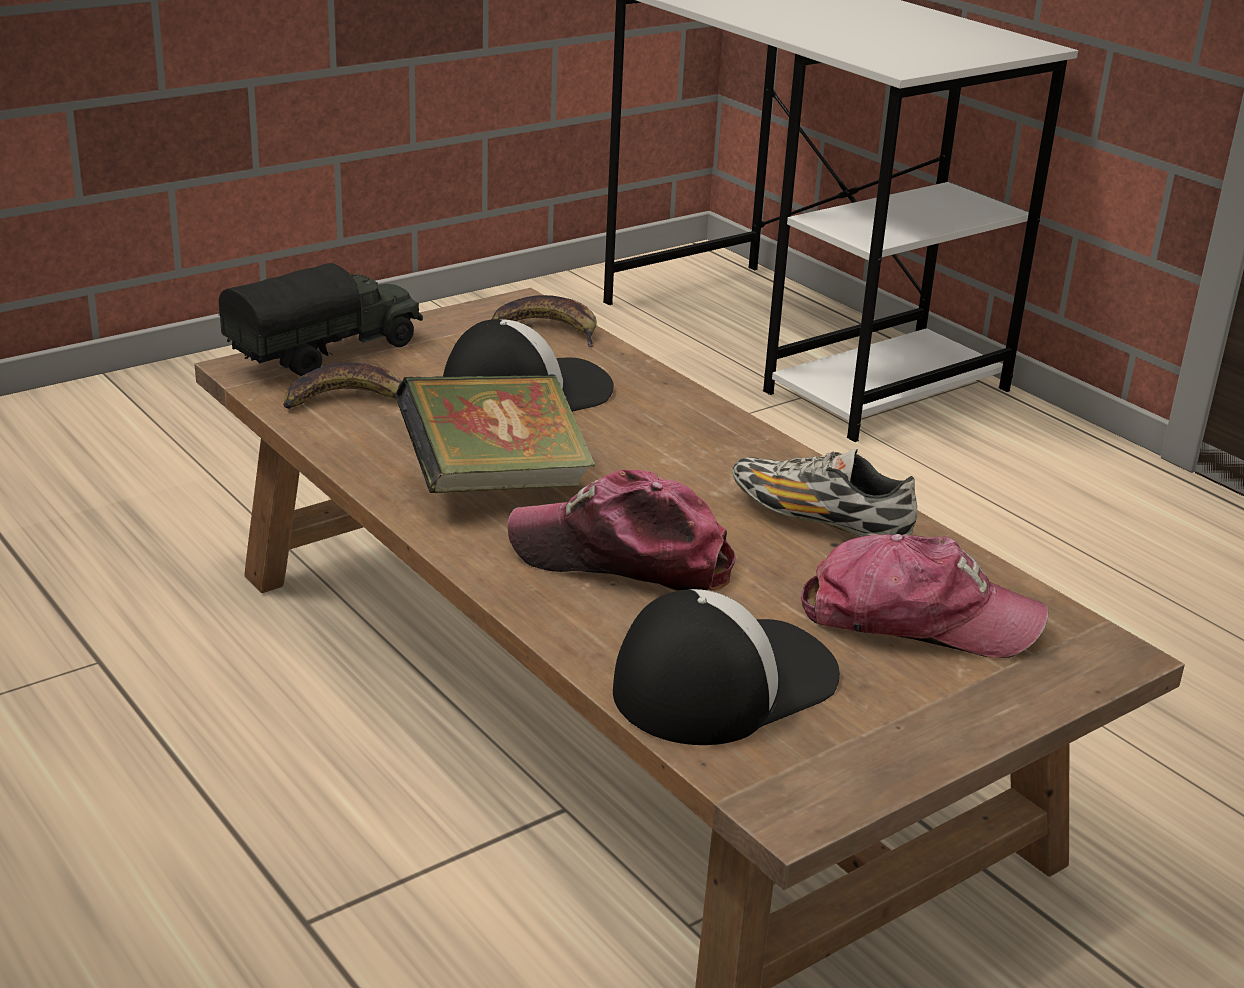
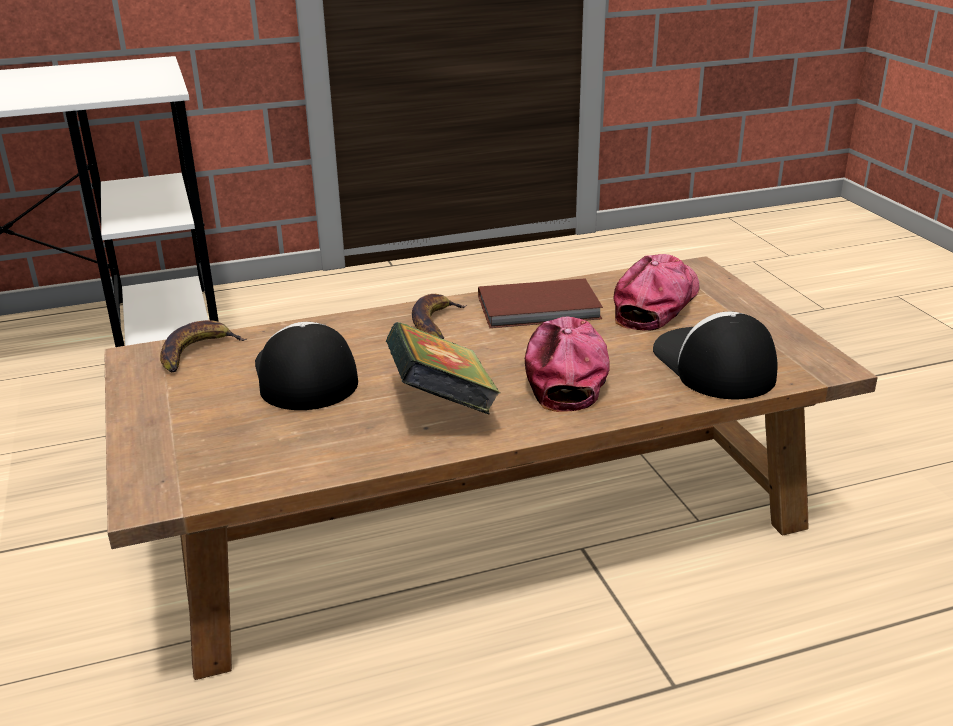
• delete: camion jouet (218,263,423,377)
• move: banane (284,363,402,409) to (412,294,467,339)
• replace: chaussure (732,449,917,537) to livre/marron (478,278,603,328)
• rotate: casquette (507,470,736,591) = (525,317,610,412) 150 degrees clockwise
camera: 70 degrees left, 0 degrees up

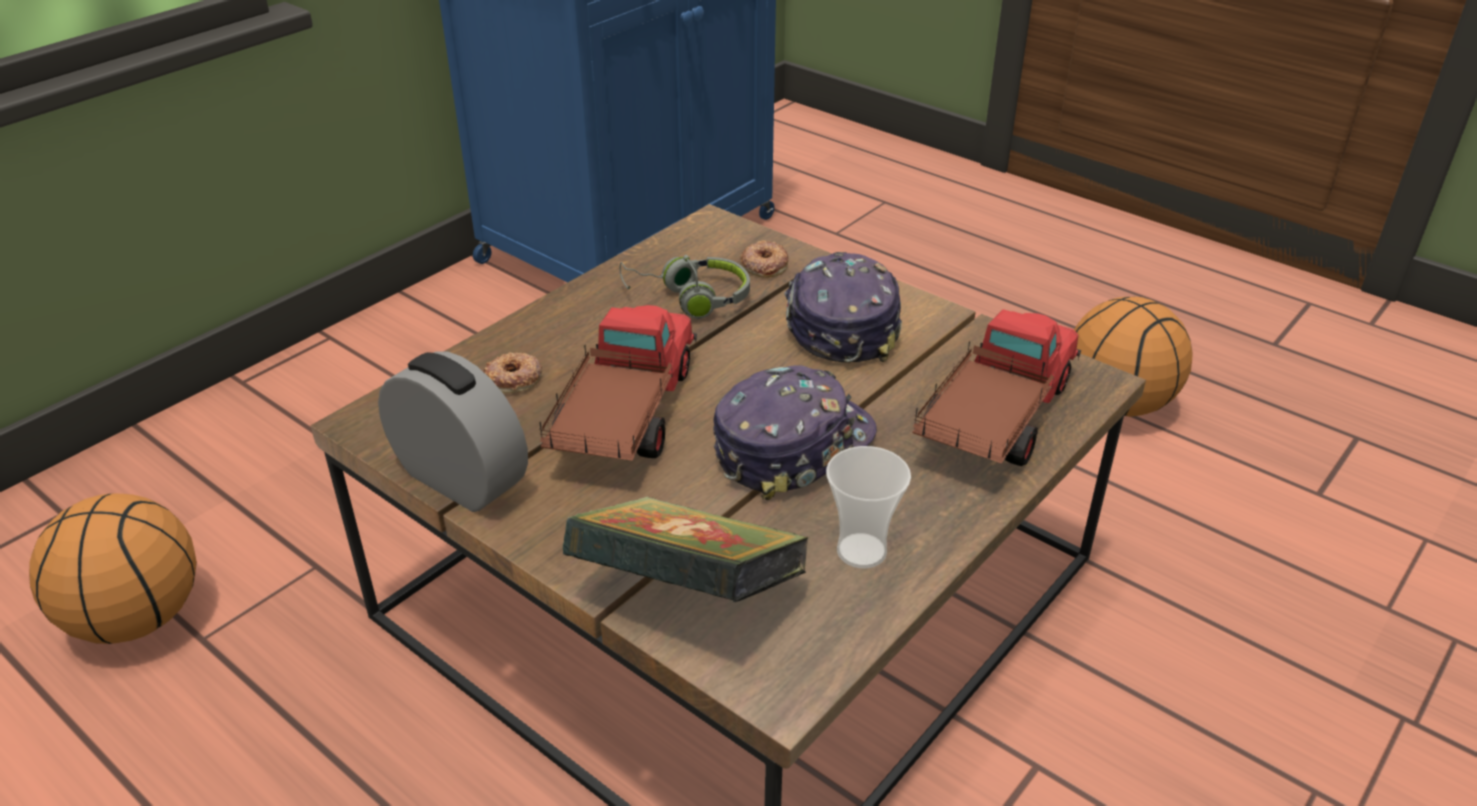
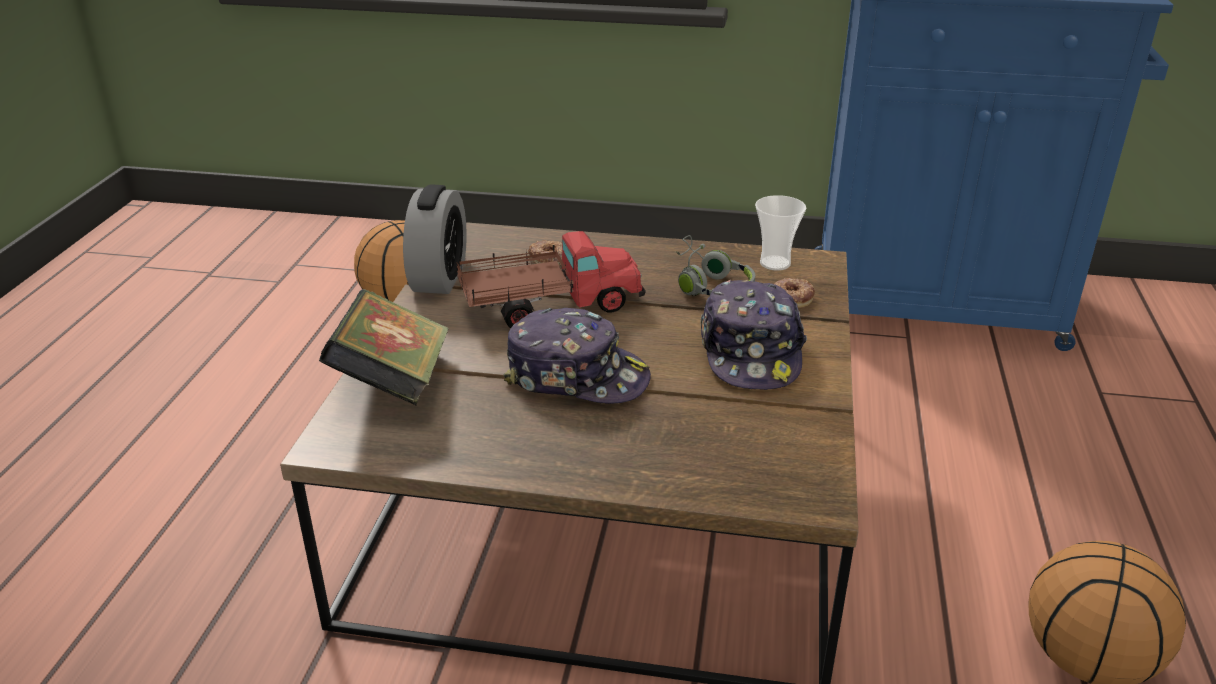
• delete: camion jouet (912,309,1081,466)
• move: tasse (826,446,911,568) to (755,195,806,271)
• rotate: casquette (784,252,902,363) = (700,280,807,390) 120 degrees clockwise
camera: 60 degrees right, 5 degrees down

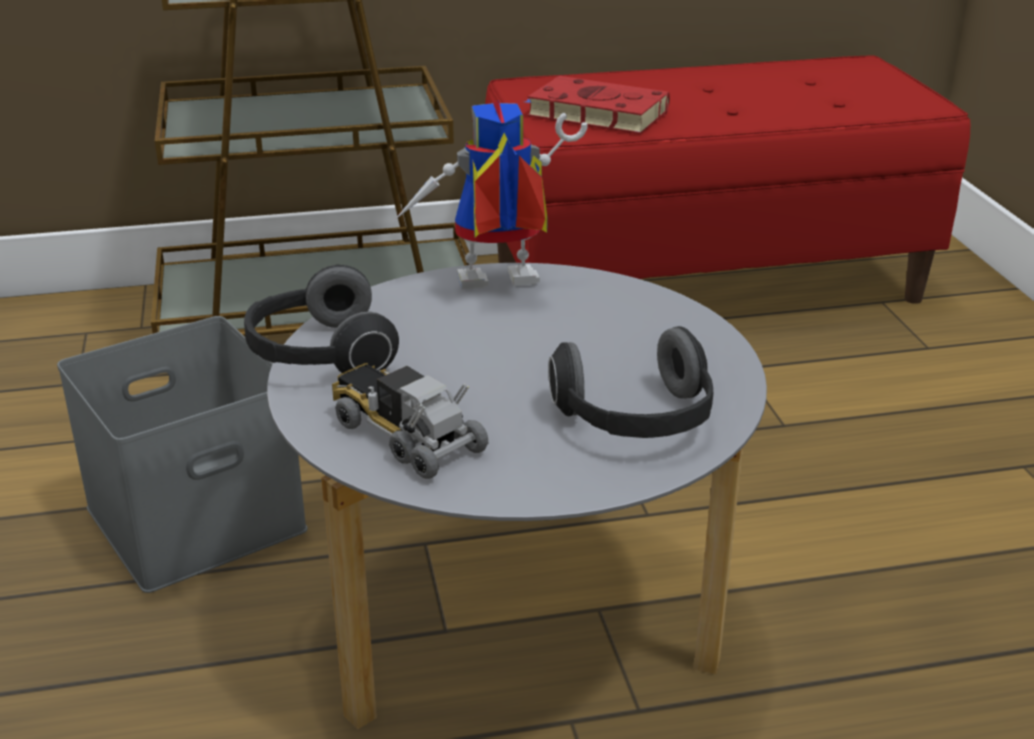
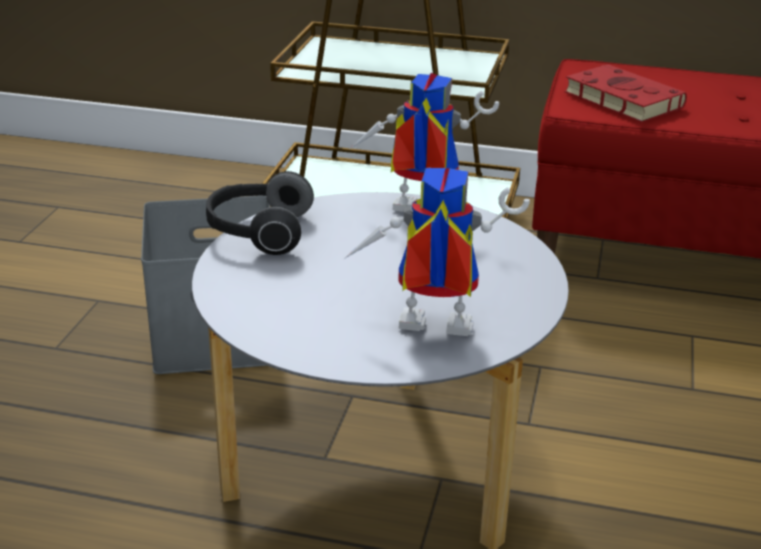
• delete: camion jouet (332,363,488,479)
• replace: casque audio (548,326,713,438) to robot jouet (344,168,530,336)
camera: 25 degrees right, 0 degrees up

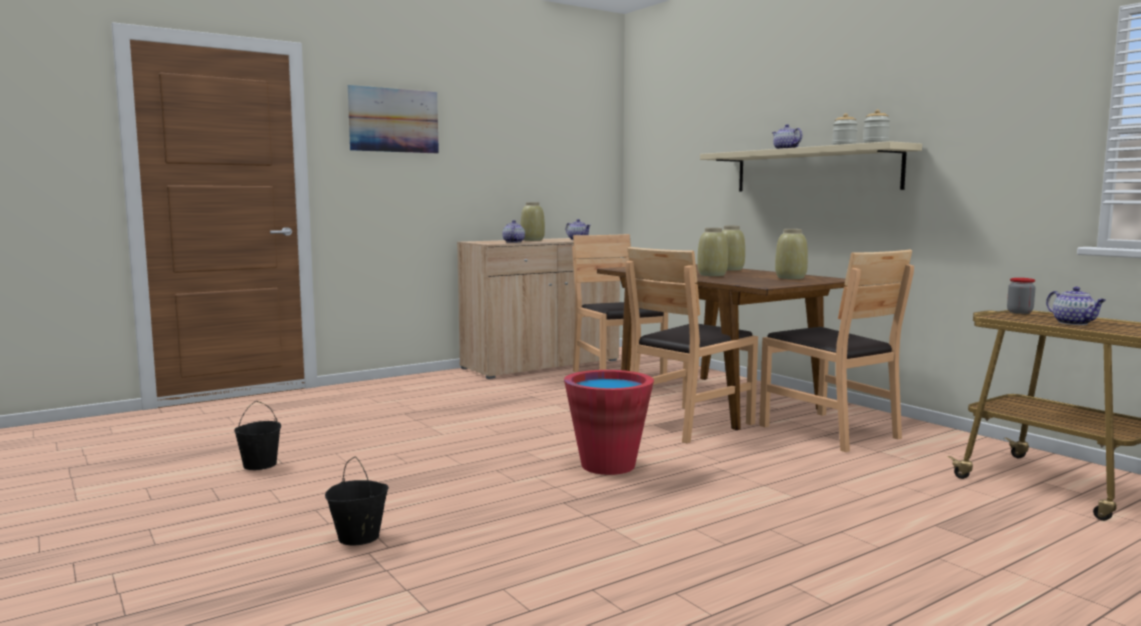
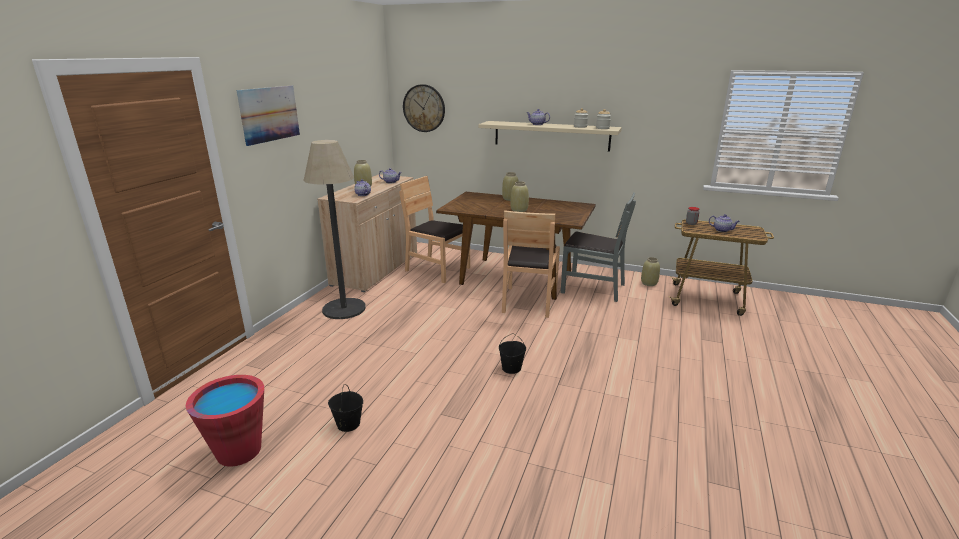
• insert: lampadaire (303,140,366,319)
• insert: horloge murale (403,84,445,132)
• move: seau/noir (325,457,389,546) to (499,334,526,374)
• move: seau/rouge (564,370,654,475) to (186,375,264,467)
• move: vase/beige (775,229,808,279) to (641,257,660,286)
• recolor: chaise/marron (759,250,914,452) to chaise/gris (560,192,636,302)
camera: 35 degrees left, 15 degrees up

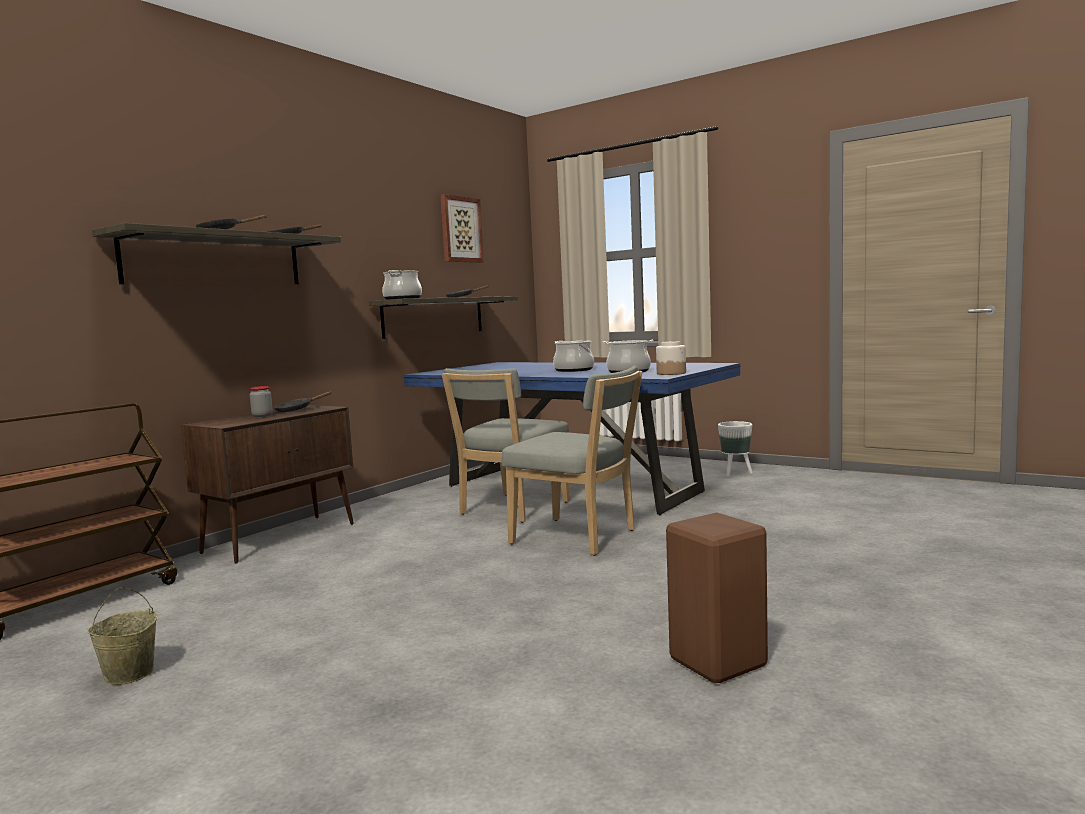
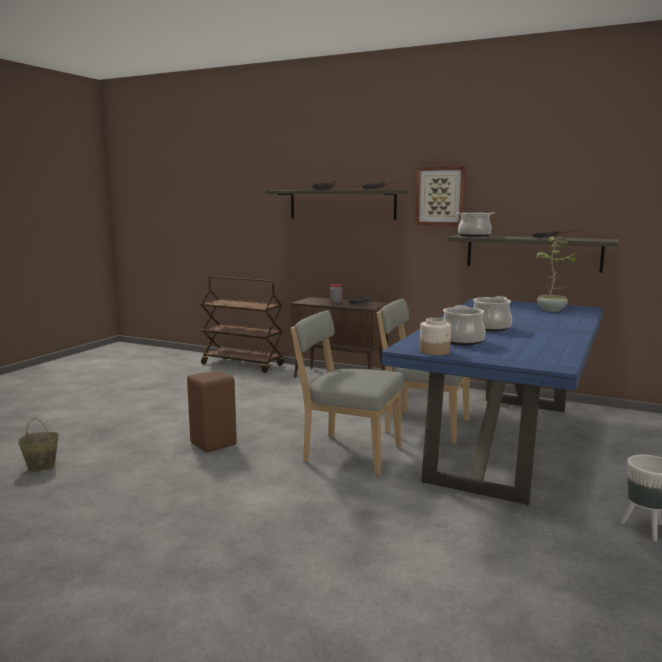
• insert: plante en pot (536,237,580,312)
• move: seau/beige (87,587,157,685) to (18,418,59,472)
• move: tableau (440,194,484,263) to (415,166,466,226)
• move: tabouret/marron (666,512,768,683) to (187,370,237,452)
• rotate: chaise/gris (502,366,642,556) = (290,310,404,476) 90 degrees clockwise
camera: 80 degrees right, 5 degrees up

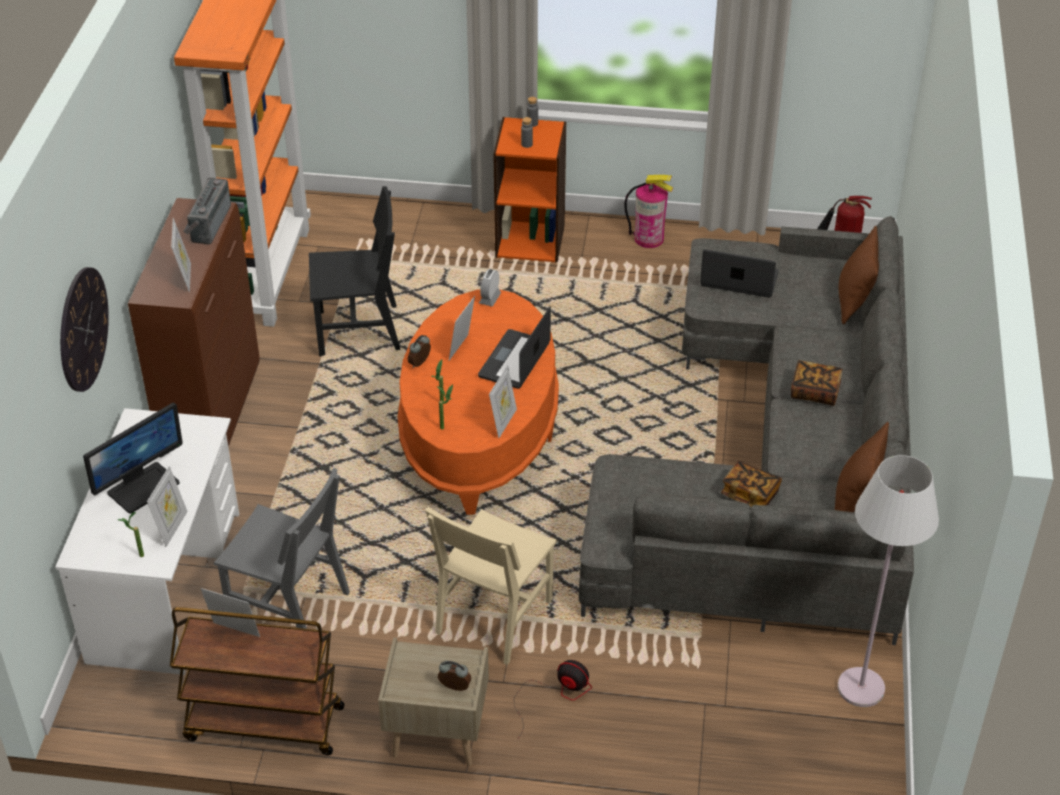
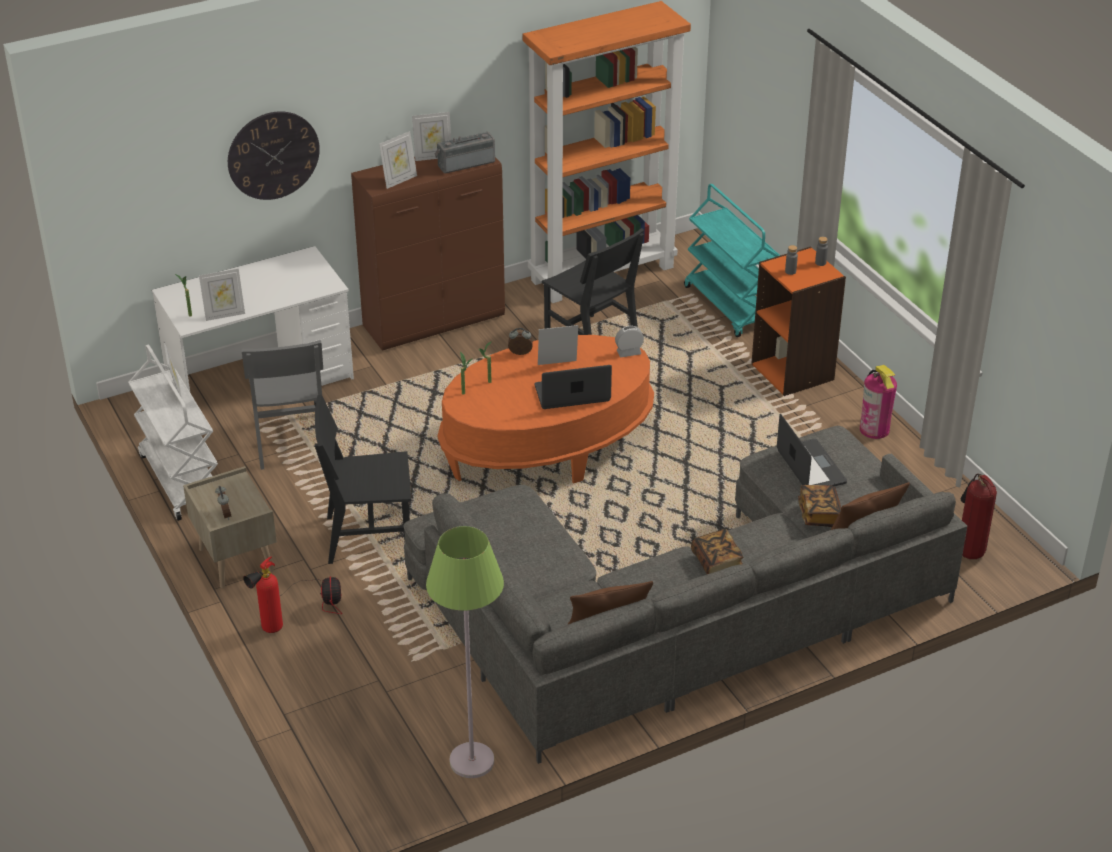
• delete: écran d'ordinateur (83,402,183,514)
• insert: extincteur (243,556,283,633)
• insert: chariot/turquoise (684,184,780,337)
• move: cadre photo (489,365,517,439) to (412,112,451,161)
• move: livre (721,461,782,508) to (798,485,841,527)
• recolor: chariot/marron (170,607,345,755) to chariot/blanc (128,344,218,521)
• recolor: chaise/beige (425,507,557,665) to chaise/noir (314,395,411,564)
• recolor: lampadaire/blanc (837,455,939,707) to lampadaire/vert (426,526,504,778)
camera: 55 degrees right, 5 degrees down

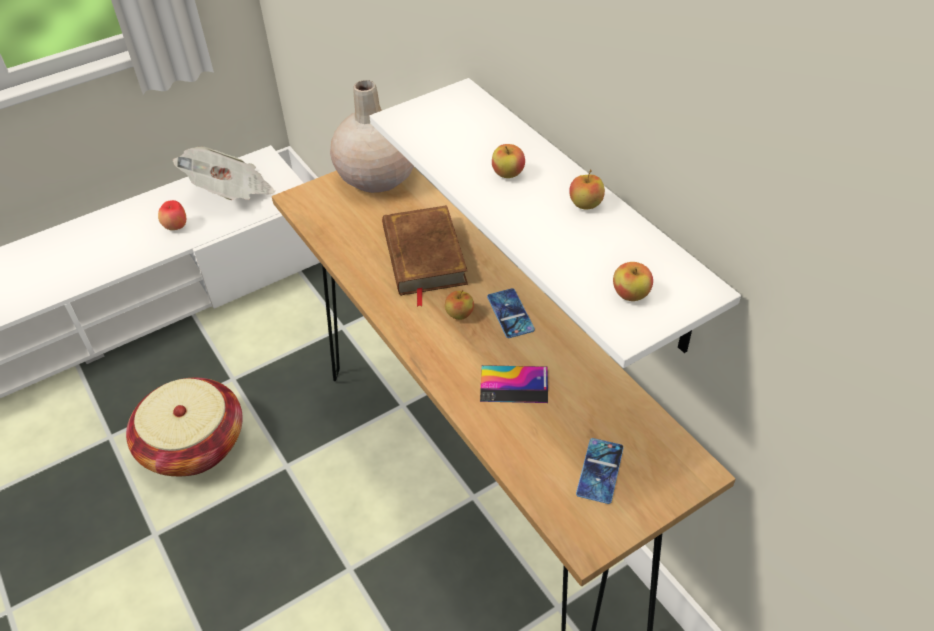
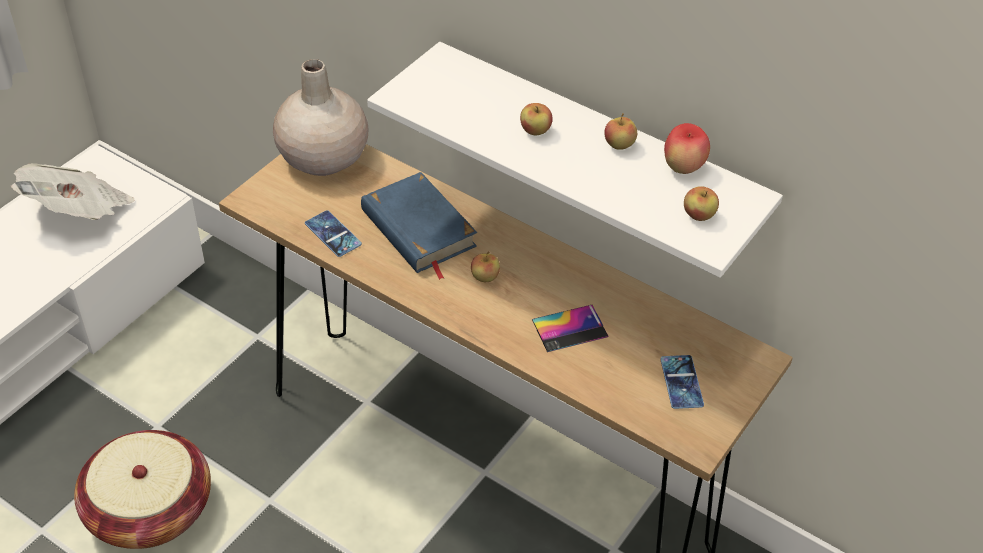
• move: pomme (158,200,186,230) to (664,123,710,174)
• move: téléphone (487,288,535,338) to (305,210,362,257)
• recolor: livre/marron (382,205,468,307) to livre/bleu (361,172,477,280)
camera: 25 degrees left, 0 degrees up

